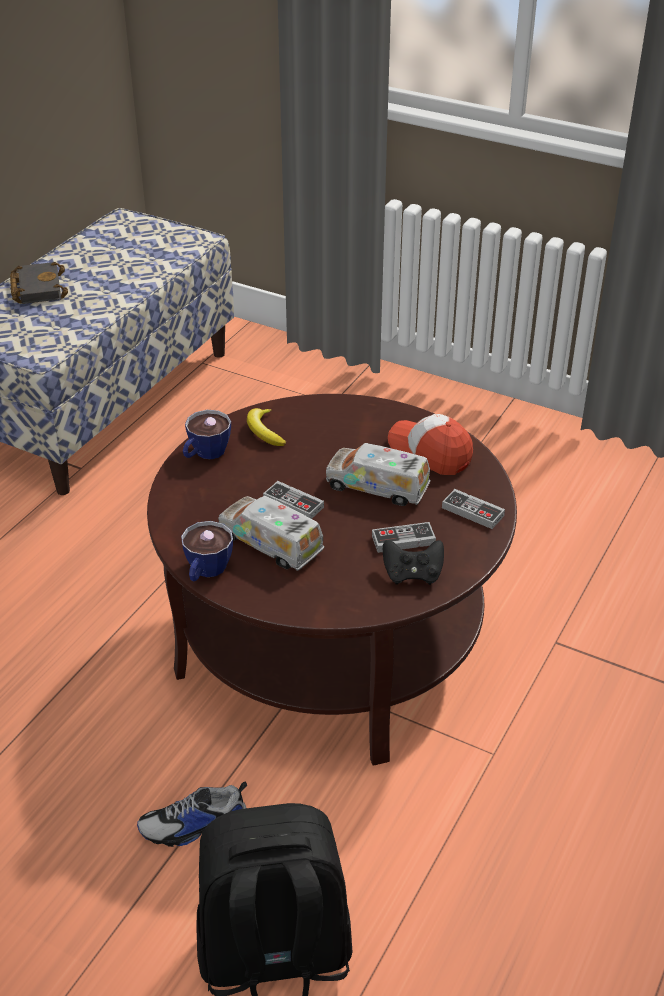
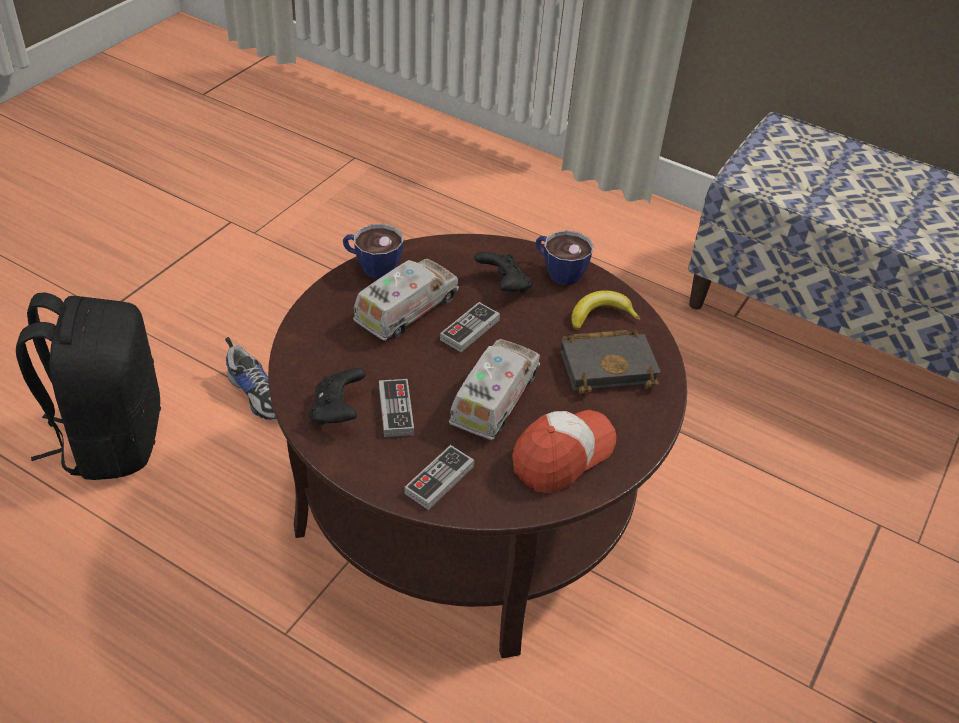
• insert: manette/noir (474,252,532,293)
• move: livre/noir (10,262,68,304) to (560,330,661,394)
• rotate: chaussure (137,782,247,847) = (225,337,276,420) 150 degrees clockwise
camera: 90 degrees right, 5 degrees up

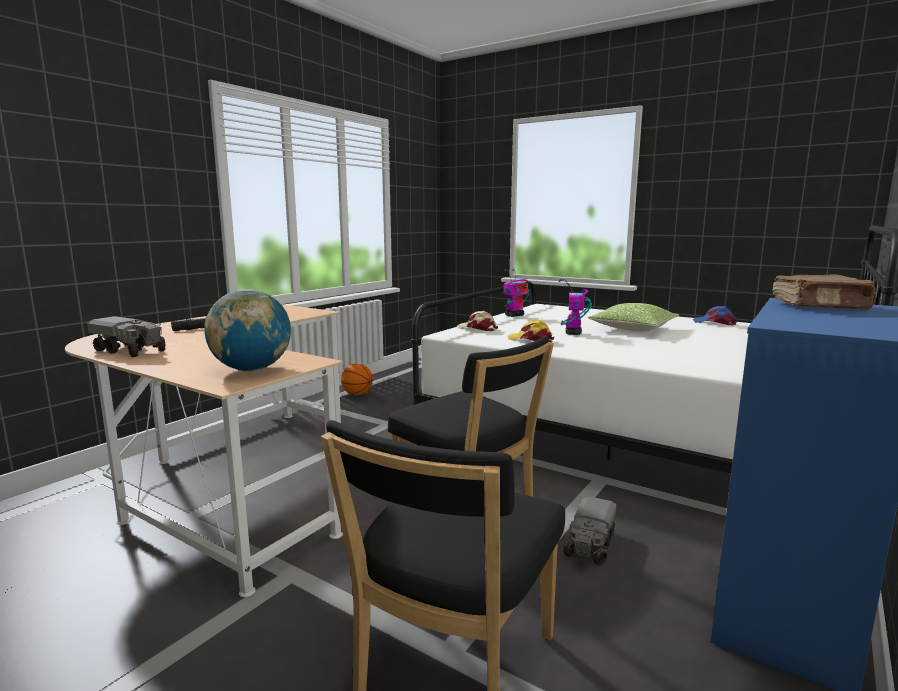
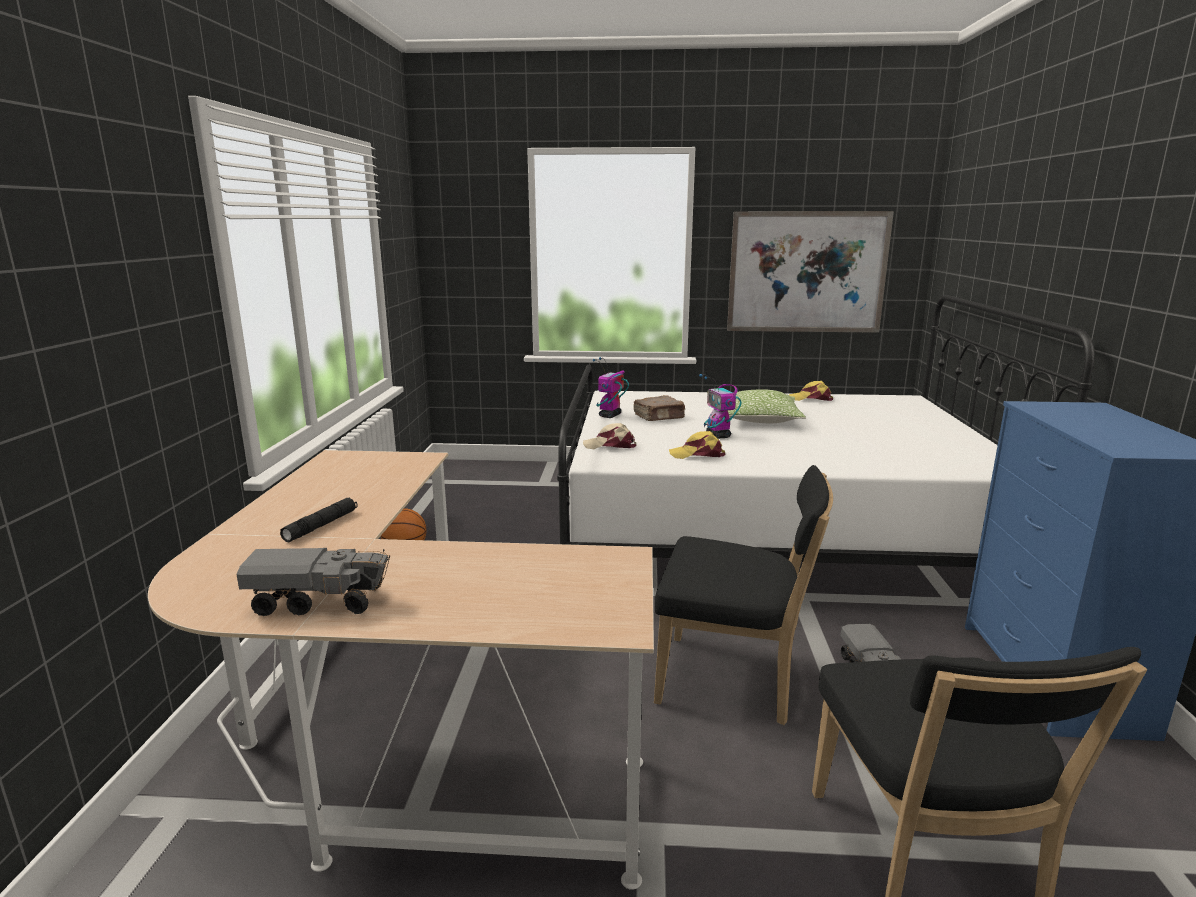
• delete: globe (204,289,291,372)
• insert: tableau (727,211,894,333)
• move: livre/marron (772,274,876,310) to (633,395,685,421)
• recolor: casquette/bleu (693,306,737,325) to casquette/jaune (789,381,833,401)
camera: 30 degrees left, 5 degrees up

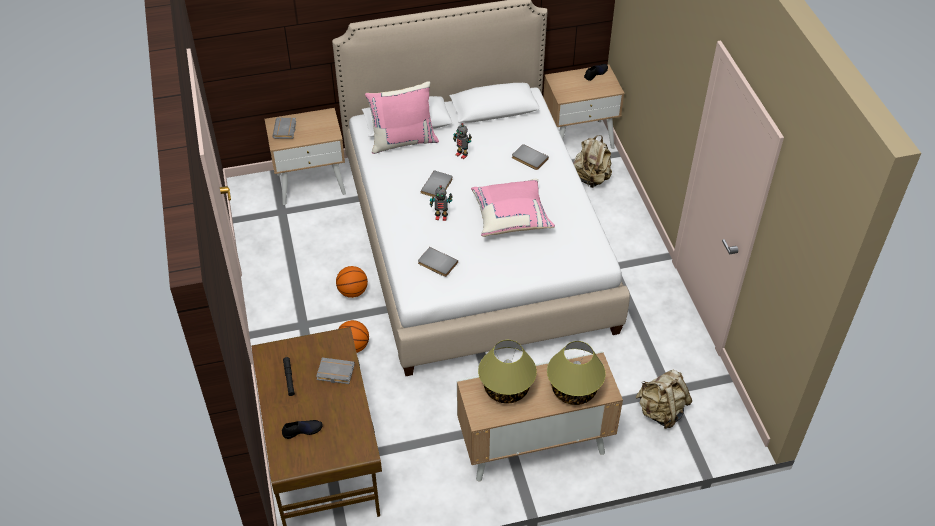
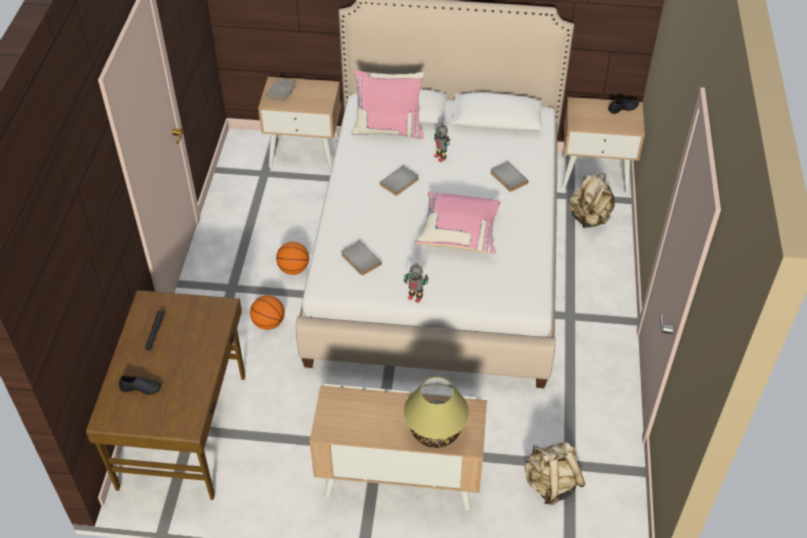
• delete: livre/gris (316,357,355,384)
• delete: lampe de table (478,340,537,404)
• move: robot jouet (430,185,452,221) to (404,263,429,303)
camera: 20 degrees right, 0 degrees up

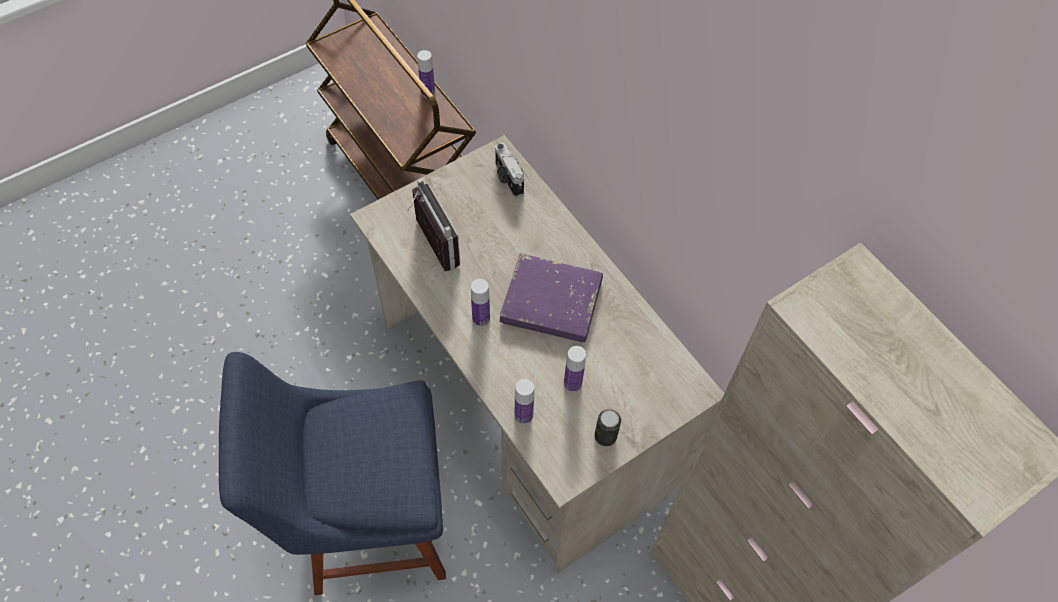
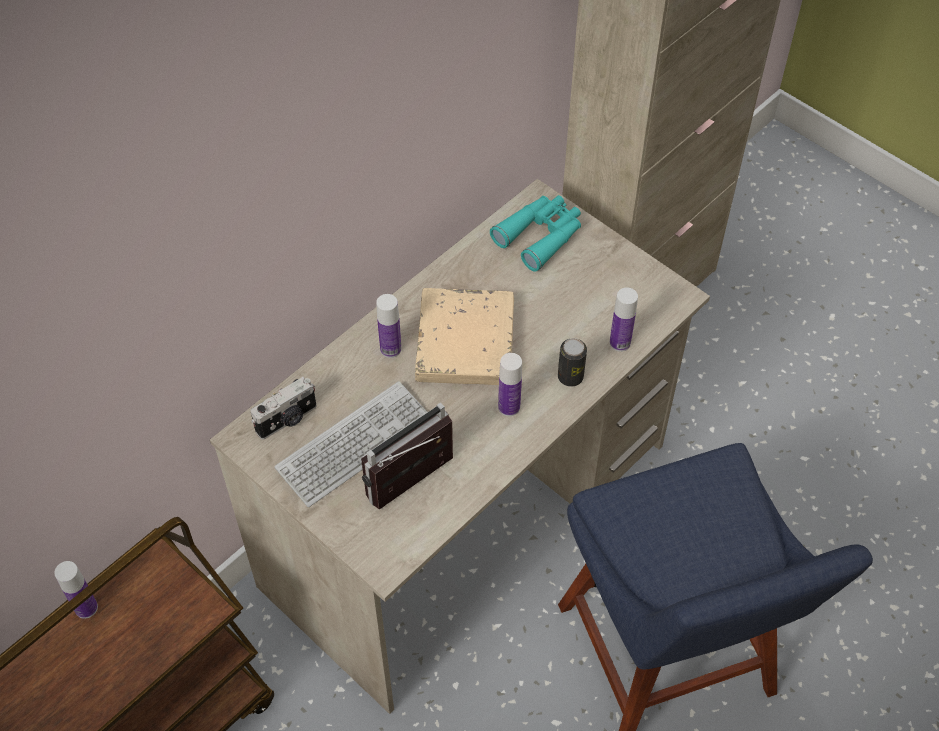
• insert: clavier (275,381,427,507)
• insert: jumelles/turquoise (490,195,581,272)
• move: bouteille (564,346,586,392) to (376,294,401,358)
• move: boîte métallique (595,409,621,446) to (558,338,587,387)
• recolor: livre/violet (500,253,603,342) to livre/beige (415,288,514,385)
camera: 100 degrees left, 5 degrees down

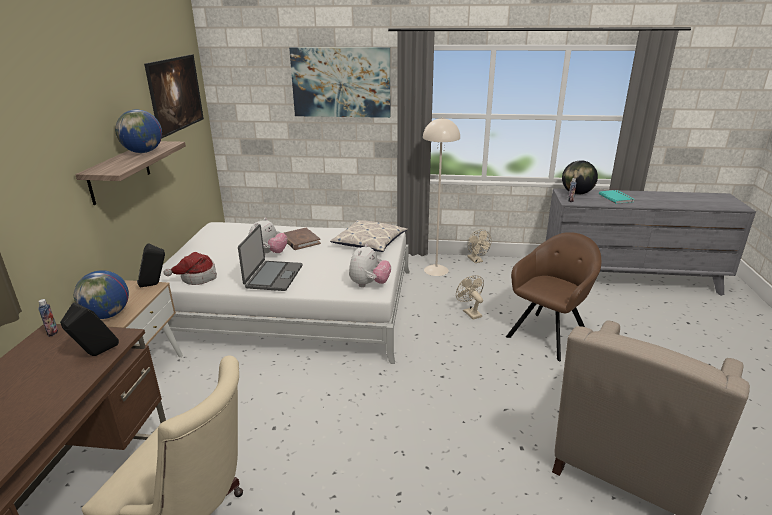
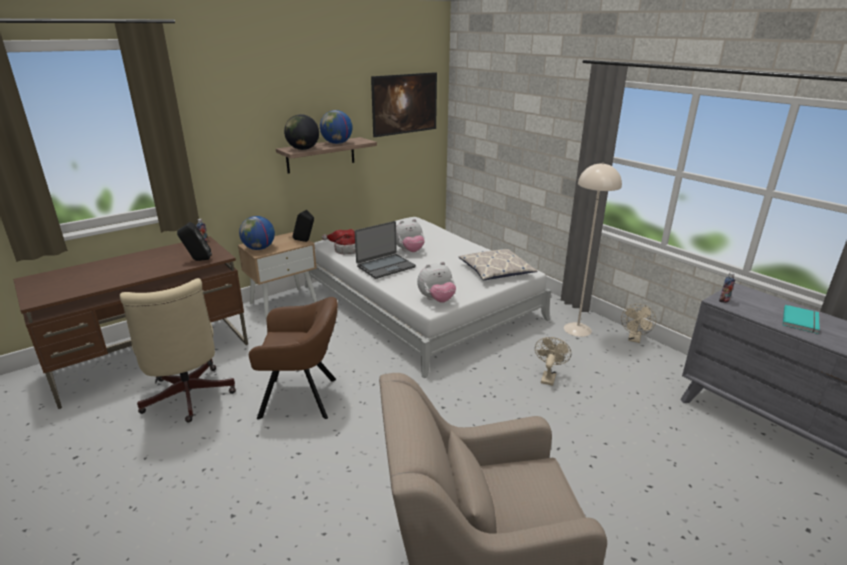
• delete: livre/marron (284,228,321,250)
• delete: tableau (289,47,390,118)
• move: fauteuil/marron (506,232,601,361) to (249,297,338,420)
• move: globe (562,160,598,194) to (284,114,319,150)
camera: 45 degrees right, 0 degrees up

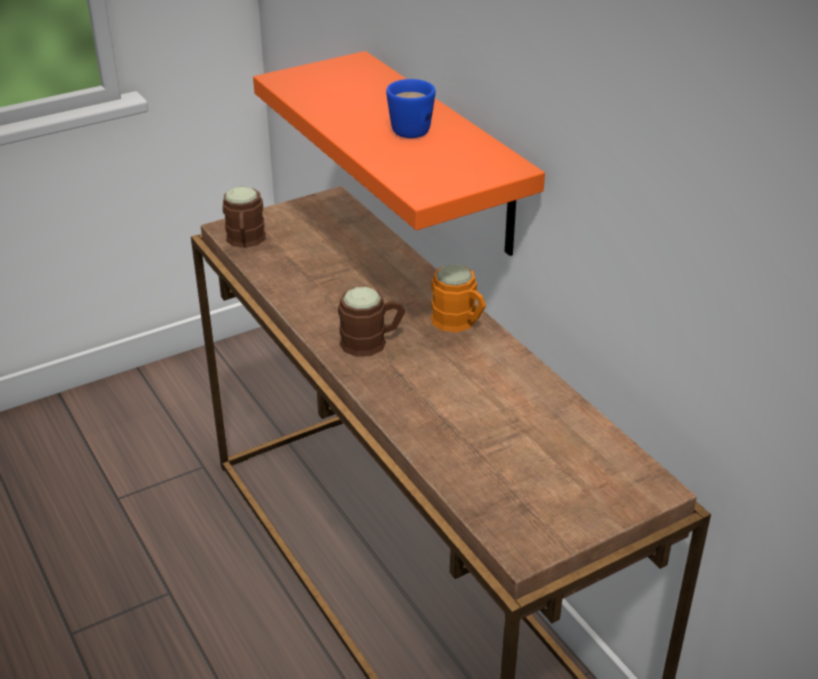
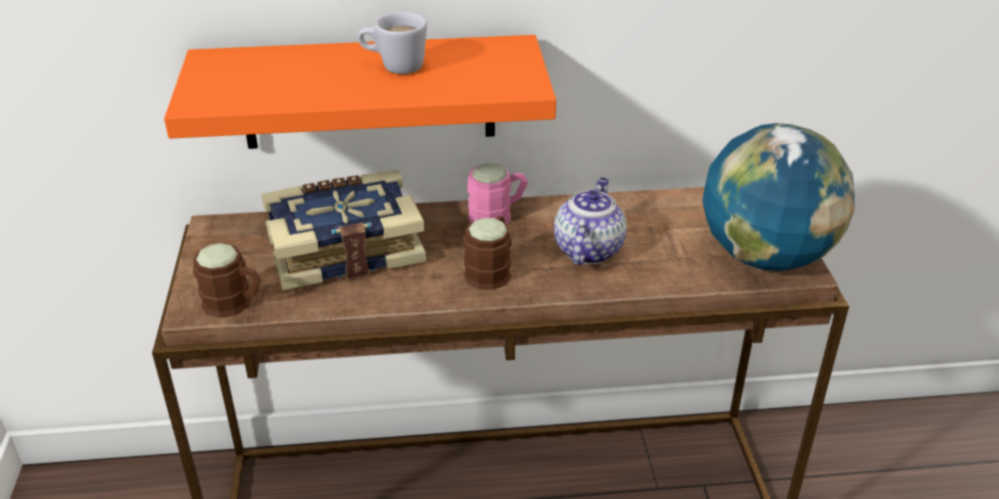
• insert: livre (261,170,426,291)
• insert: théière (554,177,627,265)
• insert: globe (702,123,855,271)
• recolor: mug/bleu (386,79,436,138) to mug/blanc (358,12,427,74)
• recolor: mug/orange (431,264,486,332) to mug/rose (468,163,528,224)
camera: 65 degrees left, 0 degrees up

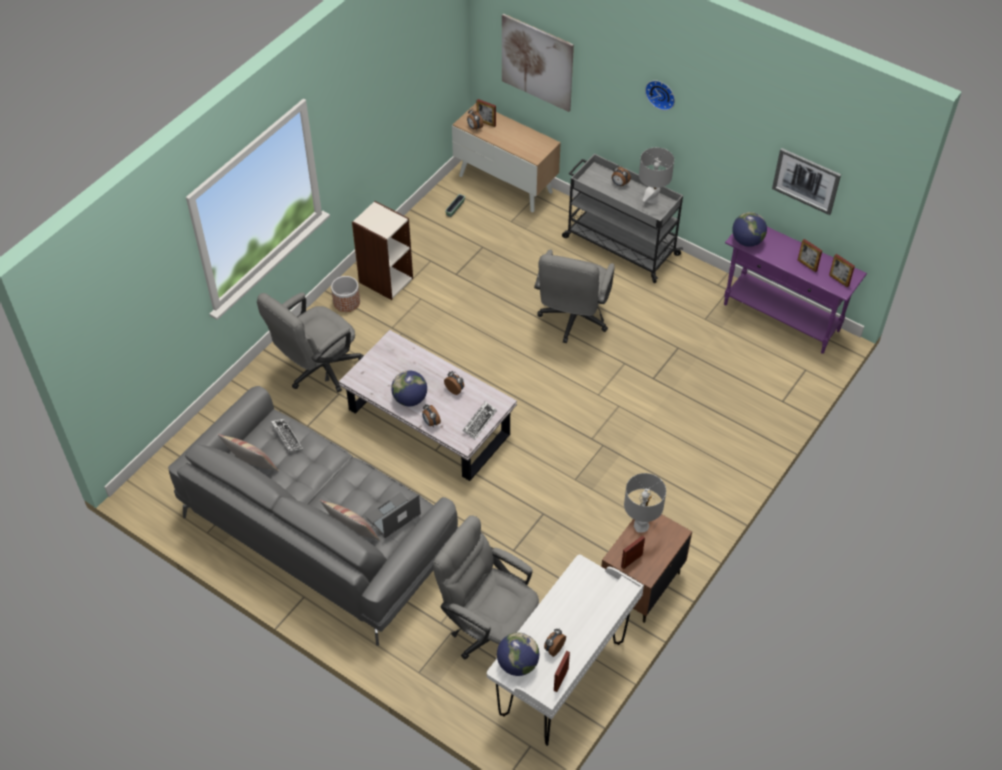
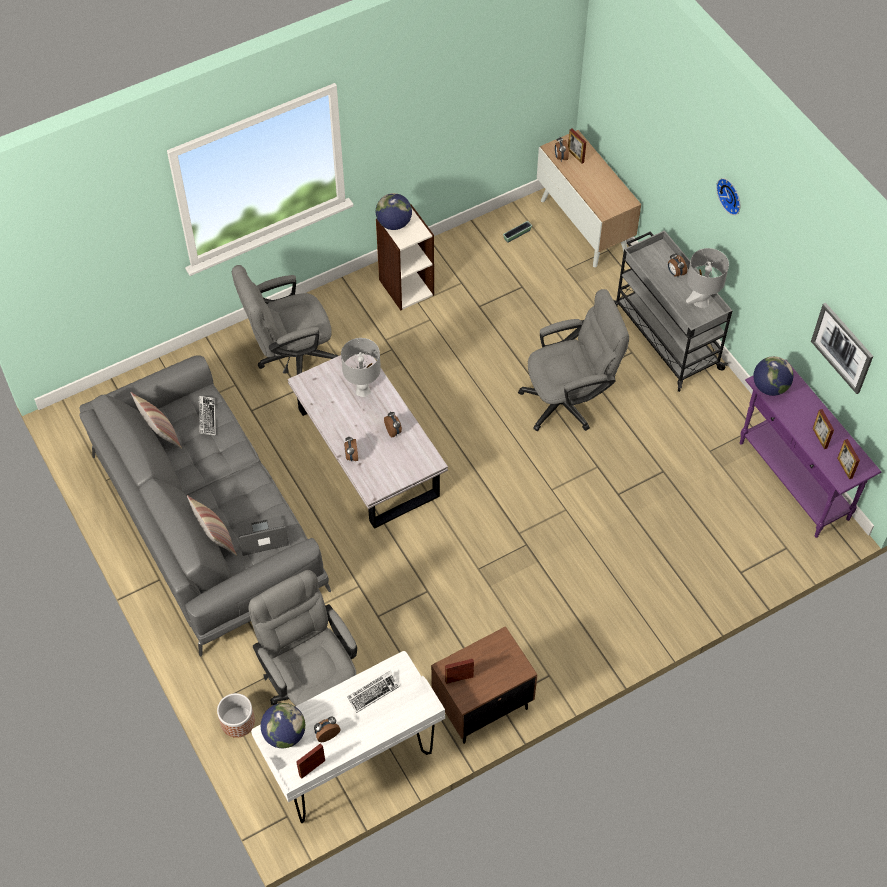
• delete: tableau (502,14,574,112)
• move: cache-pot (331,276,360,312) to (217,693,255,738)
• move: globe (391,370,427,406) to (376,193,412,230)
• move: clavier (463,401,497,439) to (347,670,400,713)
• move: lampe de table/gris (624,473,666,533) to (341,338,381,397)
• rotate: chaise de bureau/gris (534,249,615,343) = (518,289,629,431) 150 degrees counterclockwise
camera: 25 degrees right, 5 degrees up

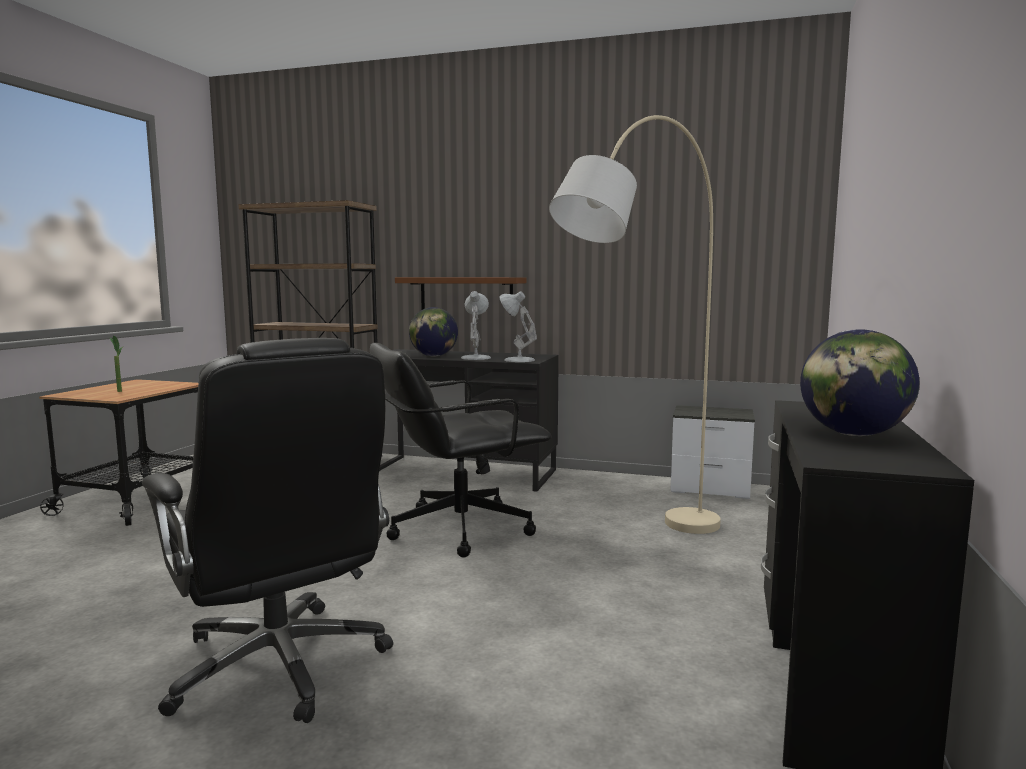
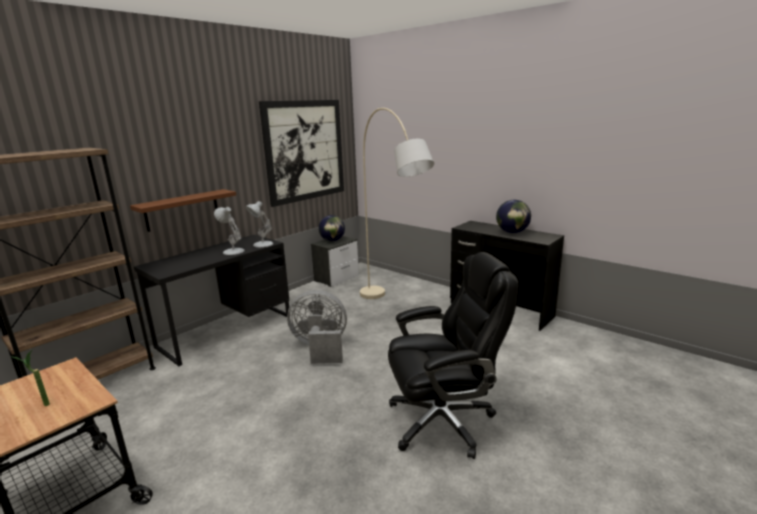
• insert: tableau (259,100,344,207)
• move: globe (409,307,458,357) to (319,215,345,241)
• replace: chaise de bureau/noir (370,343,551,558) to ventilateur/gris (287,290,347,364)
camera: 65 degrees left, 10 degrees up

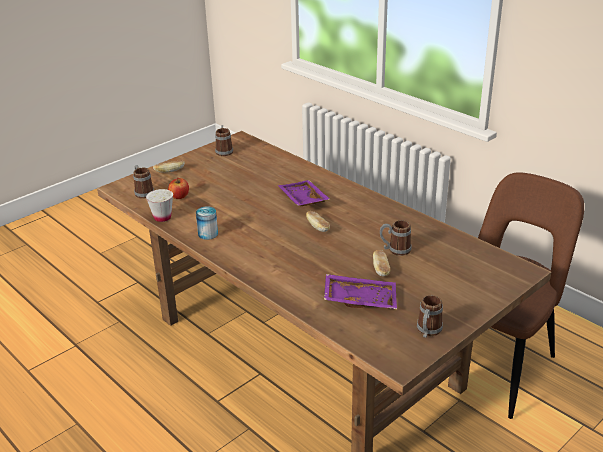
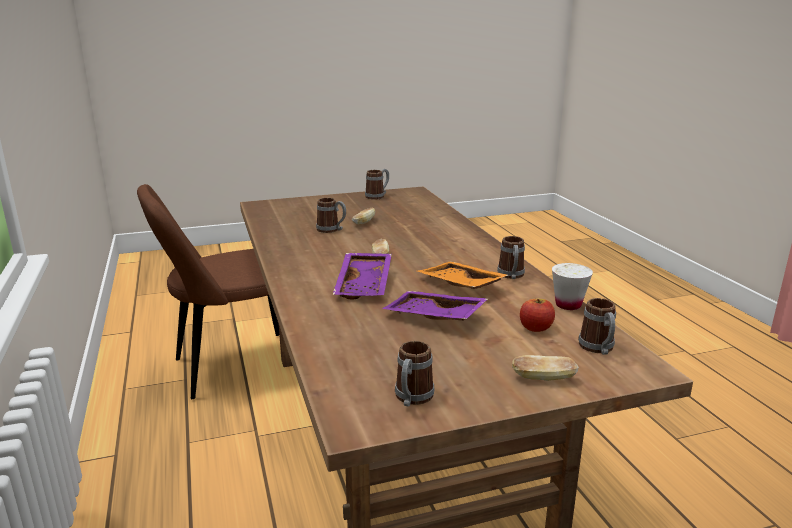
• insert: plateau/orange (417,261,508,289)
• move: plateau/violet (324,274,397,309) to (382,291,488,321)
• replace: boîte métallique (196,206,218,240) to mug (497,236,525,279)
camera: 155 degrees left, 10 degrees down

